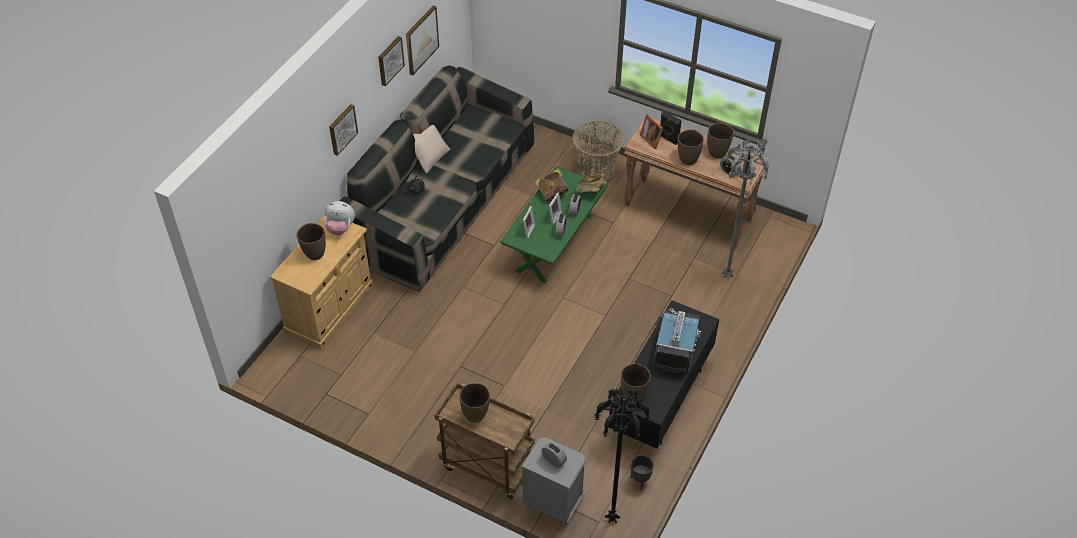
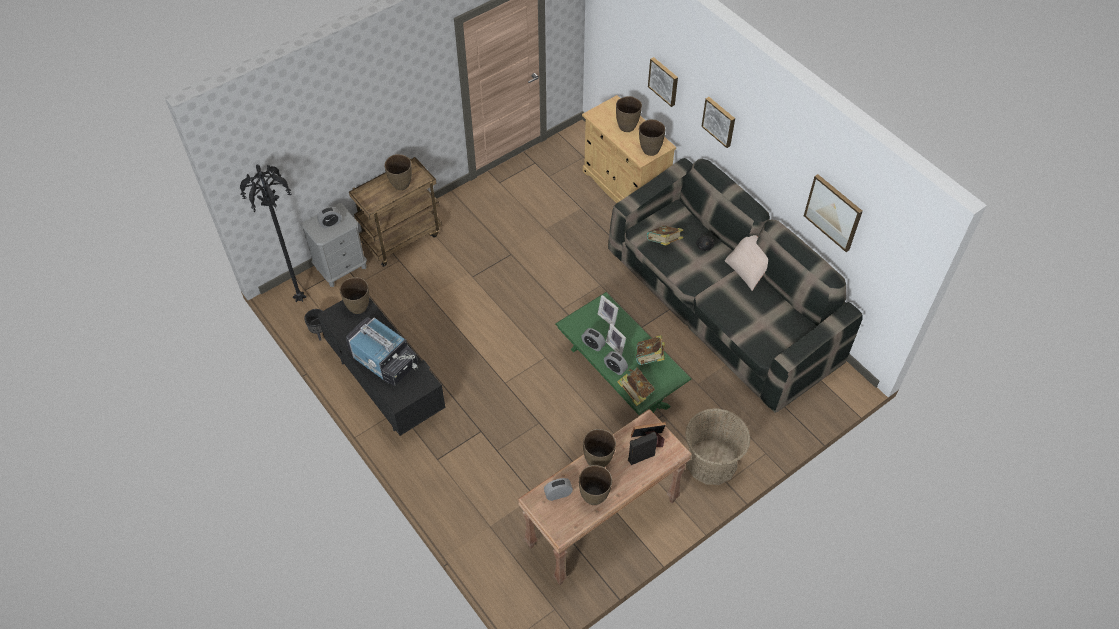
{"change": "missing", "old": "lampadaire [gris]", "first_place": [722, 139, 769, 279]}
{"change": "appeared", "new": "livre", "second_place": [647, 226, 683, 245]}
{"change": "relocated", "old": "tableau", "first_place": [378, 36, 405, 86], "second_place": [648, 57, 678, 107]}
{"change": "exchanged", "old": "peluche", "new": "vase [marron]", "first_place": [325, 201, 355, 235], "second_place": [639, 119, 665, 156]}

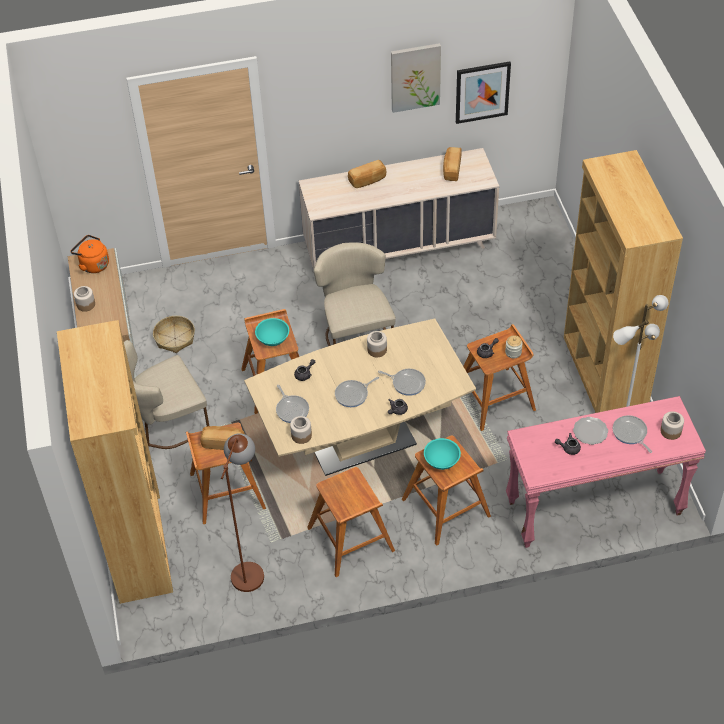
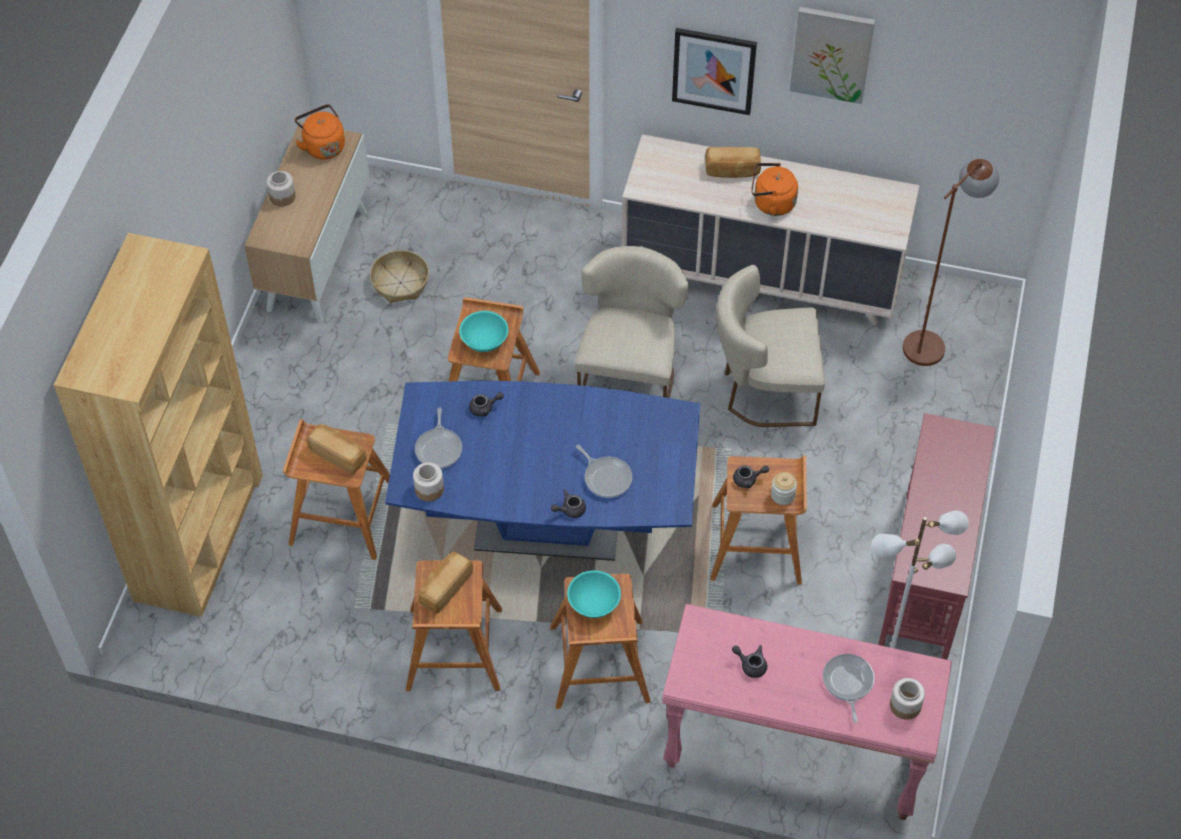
{"change": "missing", "old": "poêle", "first_place": [335, 377, 379, 407]}
{"change": "missing", "old": "bocal", "first_place": [367, 331, 387, 357]}
{"change": "missing", "old": "assiette", "first_place": [573, 417, 608, 445]}
{"change": "appeared", "new": "bouilloire [orange]", "second_place": [751, 163, 798, 216]}
{"change": "relocated", "old": "chaise [beige]", "first_place": [124, 340, 209, 449], "second_place": [716, 265, 825, 427]}
{"change": "relocated", "old": "lampadaire [marron]", "first_place": [221, 433, 264, 592], "second_place": [903, 158, 999, 366]}
{"change": "relocated", "old": "pain", "first_place": [443, 147, 462, 181], "second_place": [419, 552, 473, 614]}
{"change": "relocated", "old": "tableau", "first_place": [456, 61, 511, 124], "second_place": [672, 28, 757, 115]}
{"change": "exchanged", "old": "bibliothèque [marron]", "new": "table console [rouge]", "first_place": [564, 150, 683, 413], "second_place": [878, 413, 996, 660]}
{"change": "colour", "old": "table à manger [beige]", "new": "table à manger [bleu]", "first_place": [244, 319, 476, 476], "second_place": [385, 381, 700, 561]}

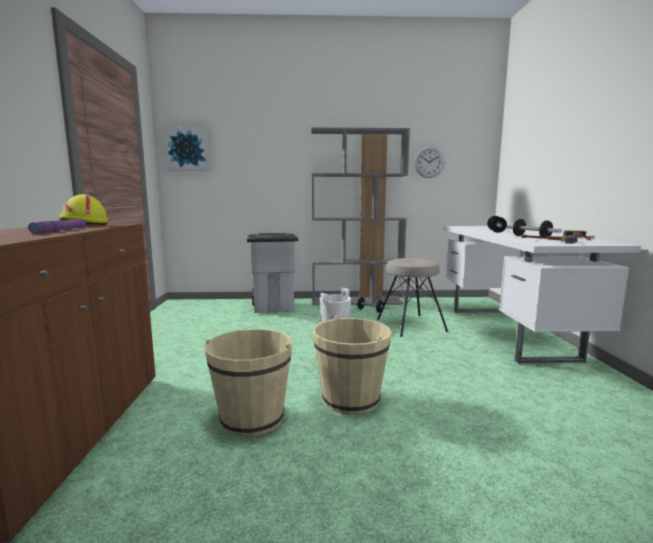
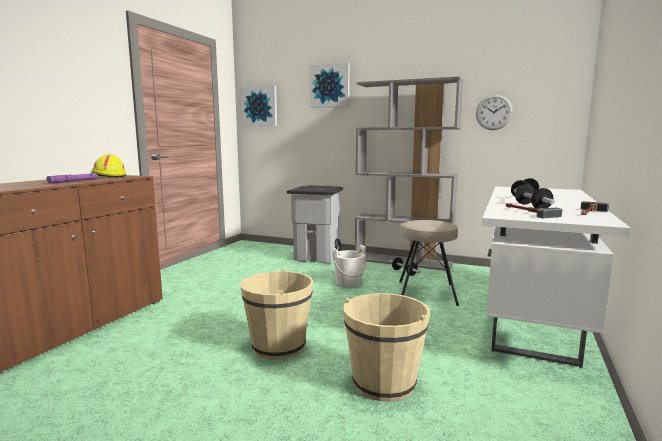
{"change": "appeared", "new": "tableau", "second_place": [310, 62, 350, 108]}
{"change": "relocated", "old": "seau [beige]", "first_place": [204, 329, 293, 437], "second_place": [343, 293, 430, 402]}

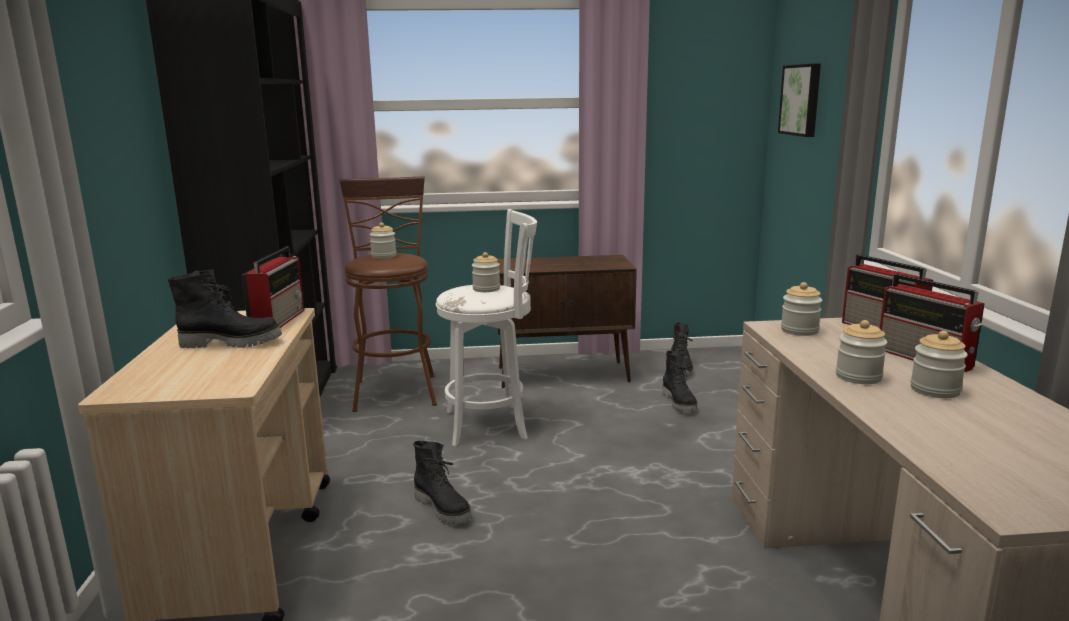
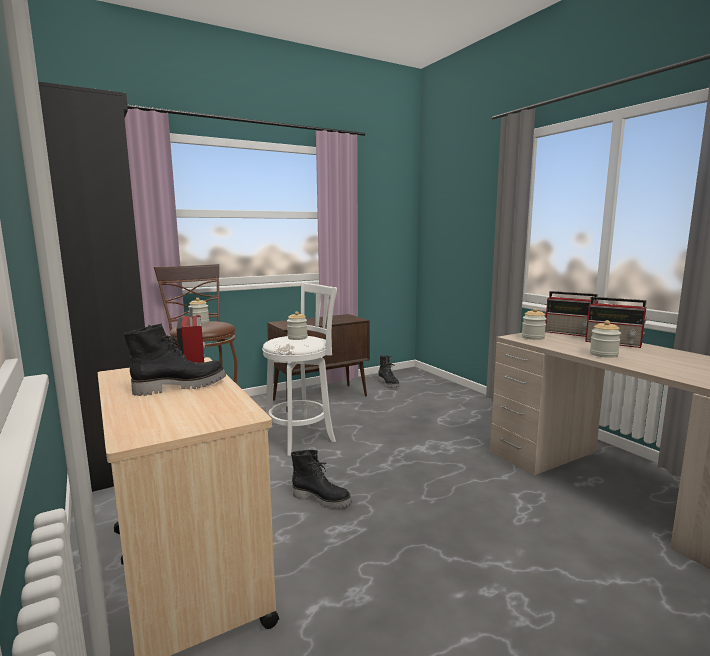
{"change": "missing", "old": "botte [noir]", "first_place": [662, 351, 697, 412]}
{"change": "missing", "old": "tableau", "first_place": [778, 63, 821, 137]}
{"change": "missing", "old": "bocal", "first_place": [910, 331, 968, 398]}

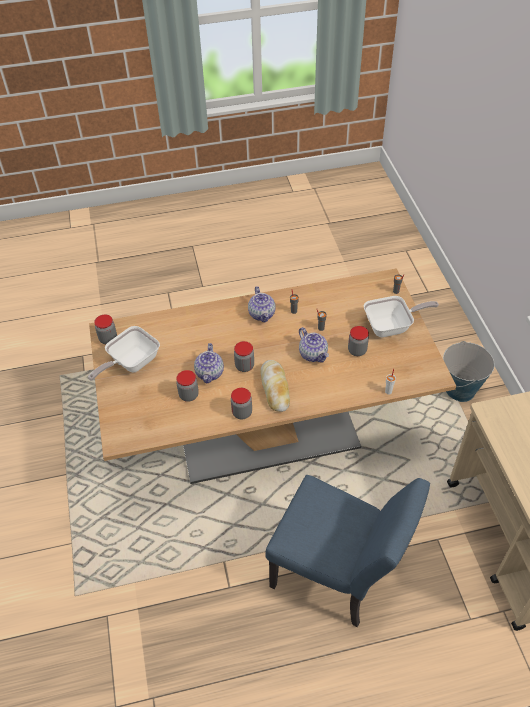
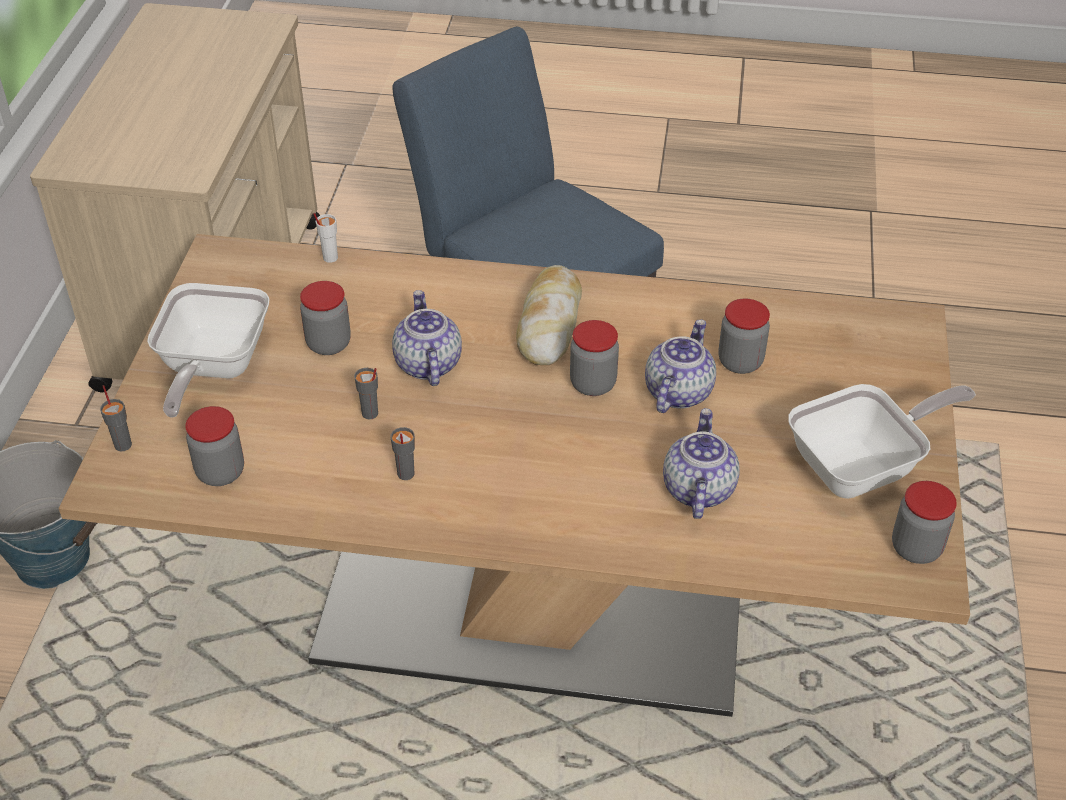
{"change": "relocated", "old": "bocal", "first_place": [231, 388, 252, 419], "second_place": [185, 406, 244, 486]}
{"change": "relocated", "old": "théière", "first_place": [248, 286, 276, 323], "second_place": [663, 408, 740, 519]}
{"change": "spun", "old": "poêle", "first_place": [364, 296, 439, 337], "second_place": [147, 283, 270, 418], "degrees": -90}

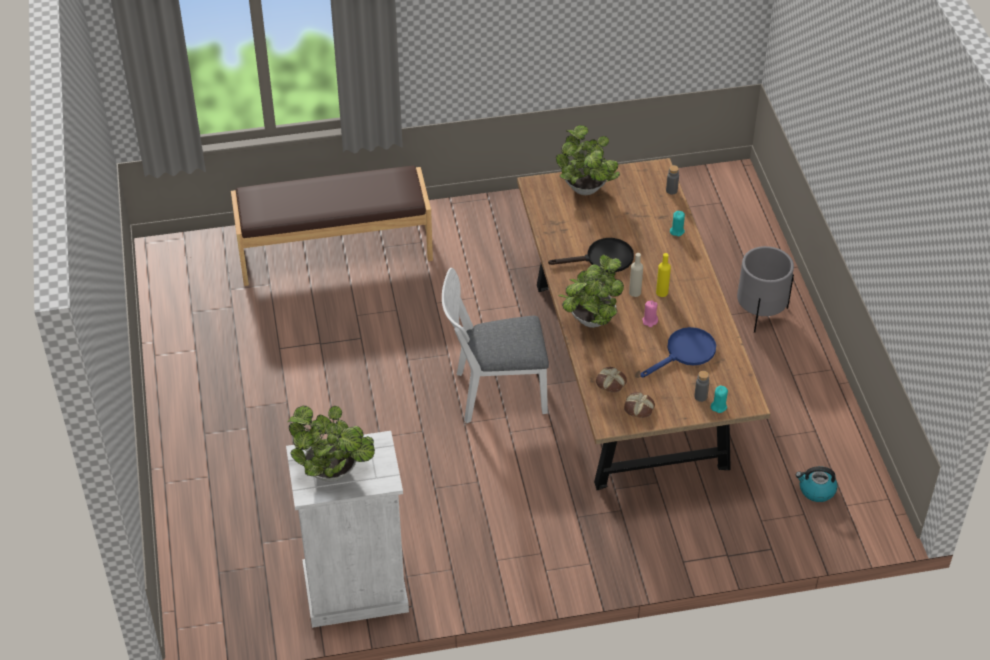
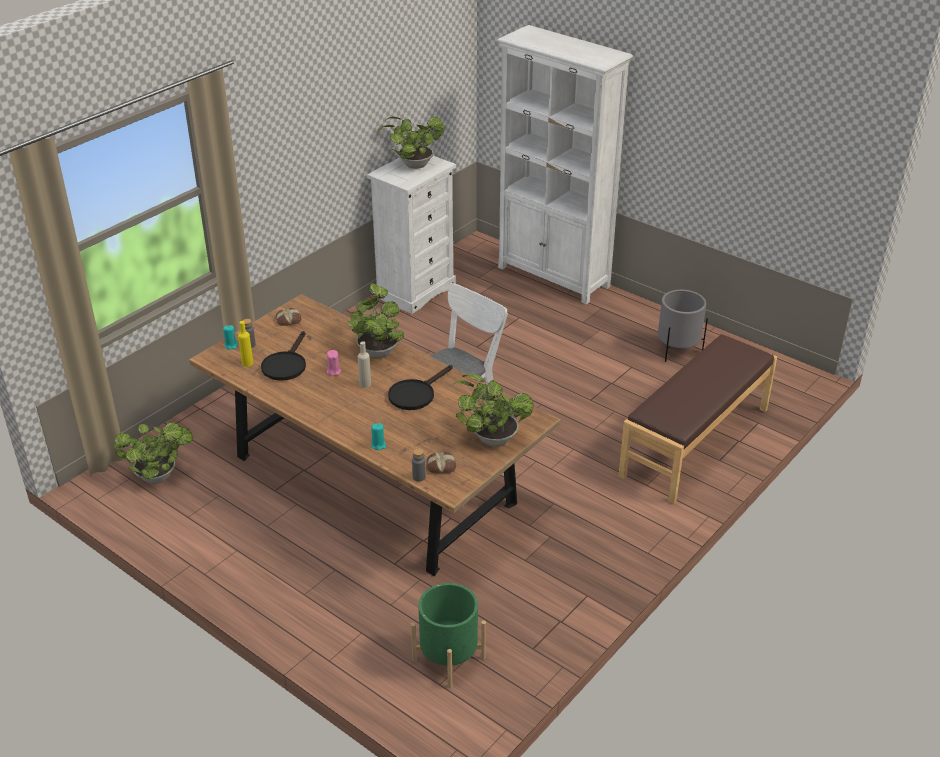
{"change": "appeared", "new": "cache-pot [vert]", "second_place": [411, 583, 486, 688]}
{"change": "appeared", "new": "bibliothèque [blanc]", "second_place": [498, 25, 633, 304]}
{"change": "relocated", "old": "pain", "first_place": [596, 367, 627, 393], "second_place": [427, 452, 456, 474]}
{"change": "relocated", "old": "bouteille [jaune]", "first_place": [656, 253, 671, 297], "second_place": [238, 321, 253, 367]}
{"change": "relocated", "old": "cache-pot [gris]", "first_place": [737, 246, 794, 333], "second_place": [658, 290, 708, 362]}
{"change": "exchanged", "old": "bouilloire", "new": "plante en pot", "first_place": [796, 466, 837, 502], "second_place": [113, 422, 193, 484]}
{"change": "colour", "old": "poêle [bleu]", "new": "poêle [noir]", "first_place": [640, 327, 716, 377], "second_place": [261, 331, 306, 381]}

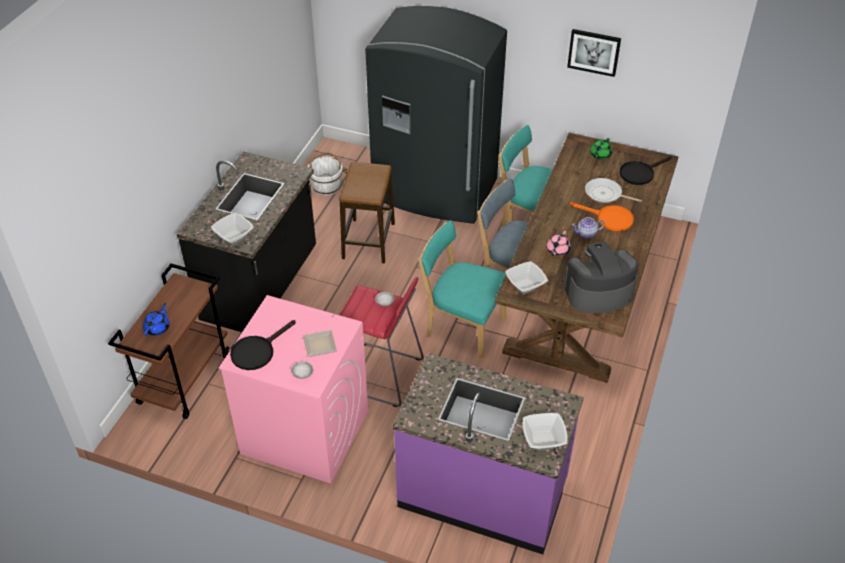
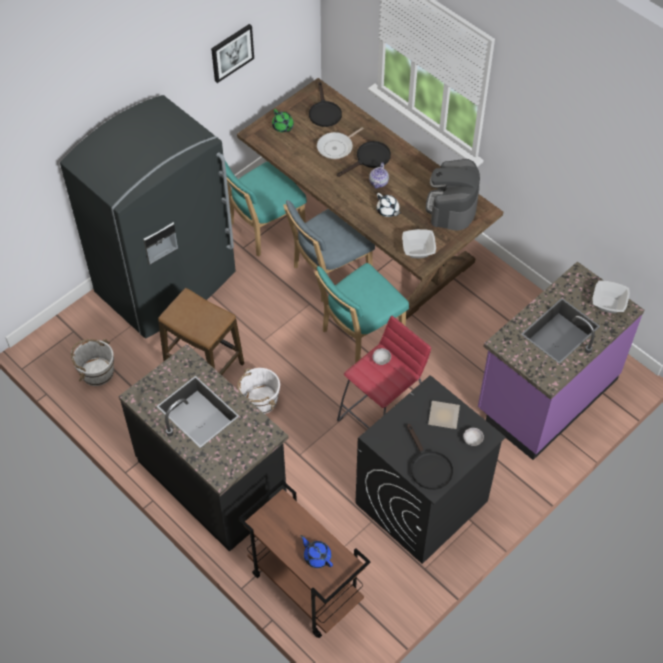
{"change": "missing", "old": "bol", "first_place": [211, 213, 254, 245]}
{"change": "appeared", "new": "seau [blanc]", "second_place": [237, 368, 280, 414]}
{"change": "colour", "old": "lave-linge [rose]", "new": "lave-linge [noir]", "first_place": [219, 295, 368, 484], "second_place": [355, 375, 506, 564]}
{"change": "colour", "old": "théière [rose]", "new": "théière [blanc]", "first_place": [546, 231, 571, 256], "second_place": [377, 193, 401, 217]}
{"change": "colour", "old": "poêle [orange]", "new": "poêle [noir]", "first_place": [570, 202, 634, 231], "second_place": [337, 141, 391, 177]}

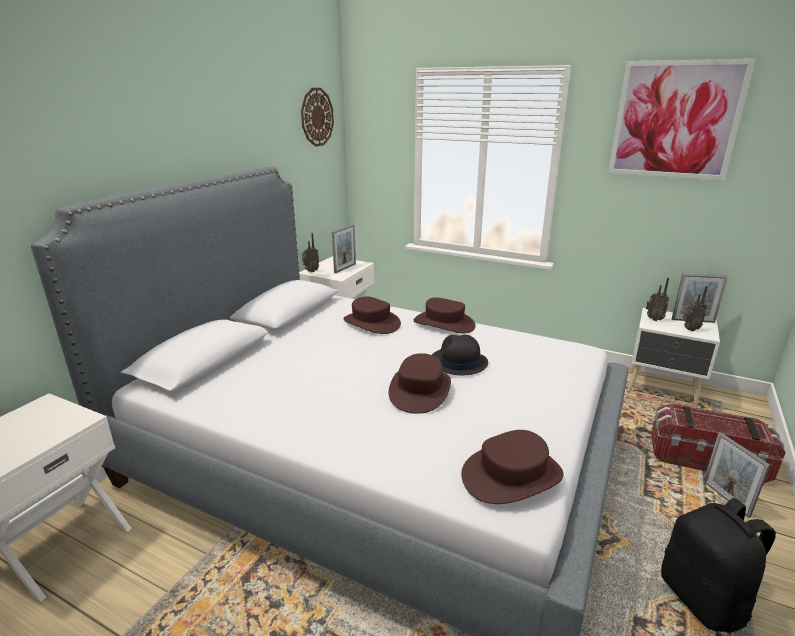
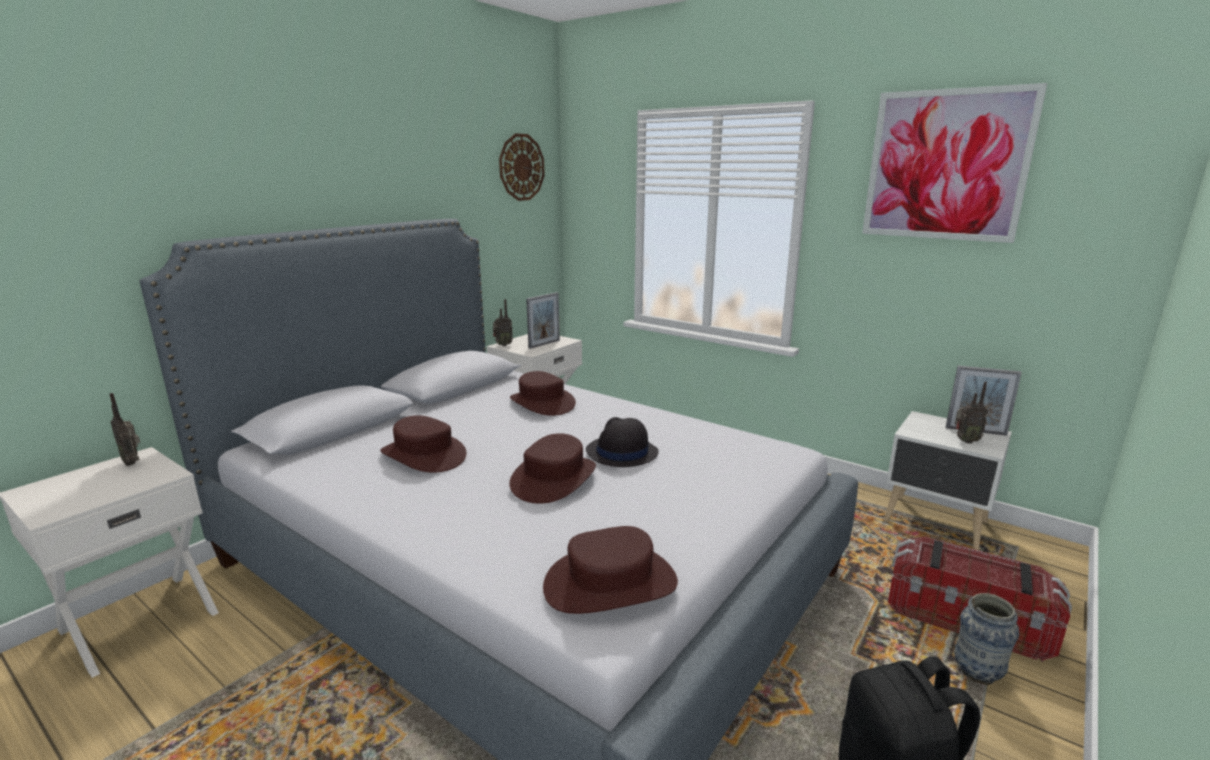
{"change": "relocated", "old": "chapeau [marron]", "first_place": [414, 297, 476, 333], "second_place": [381, 415, 467, 473]}
{"change": "relocated", "old": "radio", "first_place": [646, 278, 669, 321], "second_place": [110, 393, 140, 466]}
{"change": "exchanged", "old": "cadre photo", "new": "vase", "first_place": [703, 432, 770, 518], "second_place": [954, 593, 1019, 685]}

